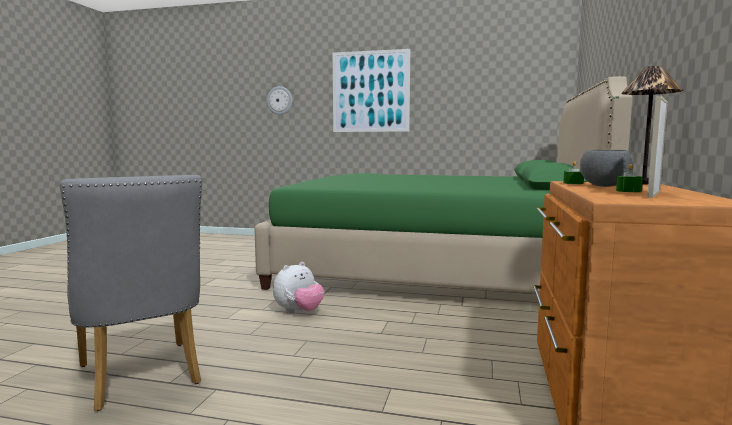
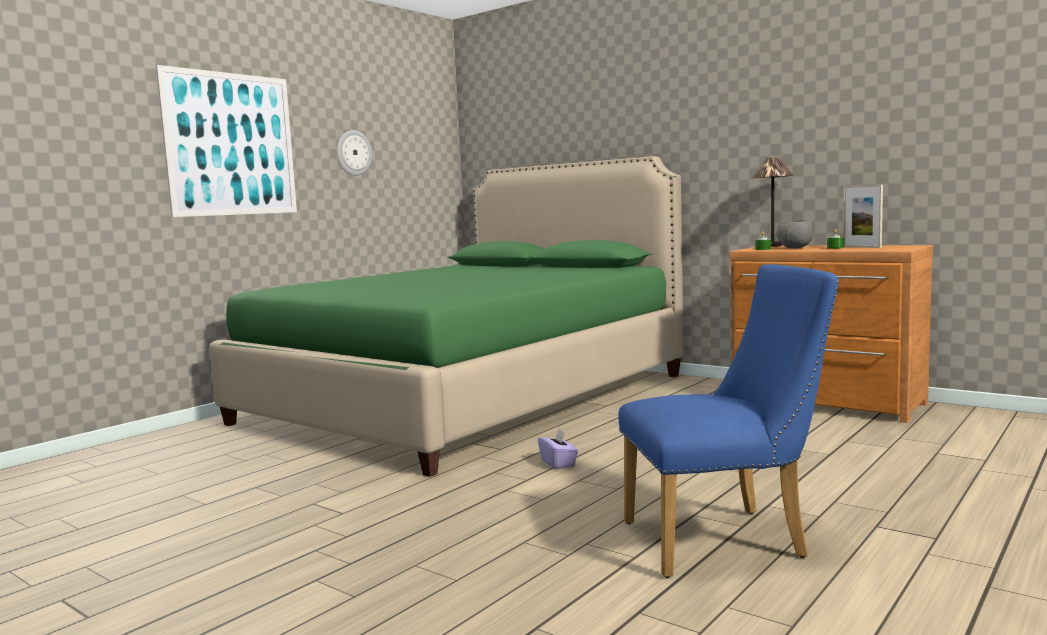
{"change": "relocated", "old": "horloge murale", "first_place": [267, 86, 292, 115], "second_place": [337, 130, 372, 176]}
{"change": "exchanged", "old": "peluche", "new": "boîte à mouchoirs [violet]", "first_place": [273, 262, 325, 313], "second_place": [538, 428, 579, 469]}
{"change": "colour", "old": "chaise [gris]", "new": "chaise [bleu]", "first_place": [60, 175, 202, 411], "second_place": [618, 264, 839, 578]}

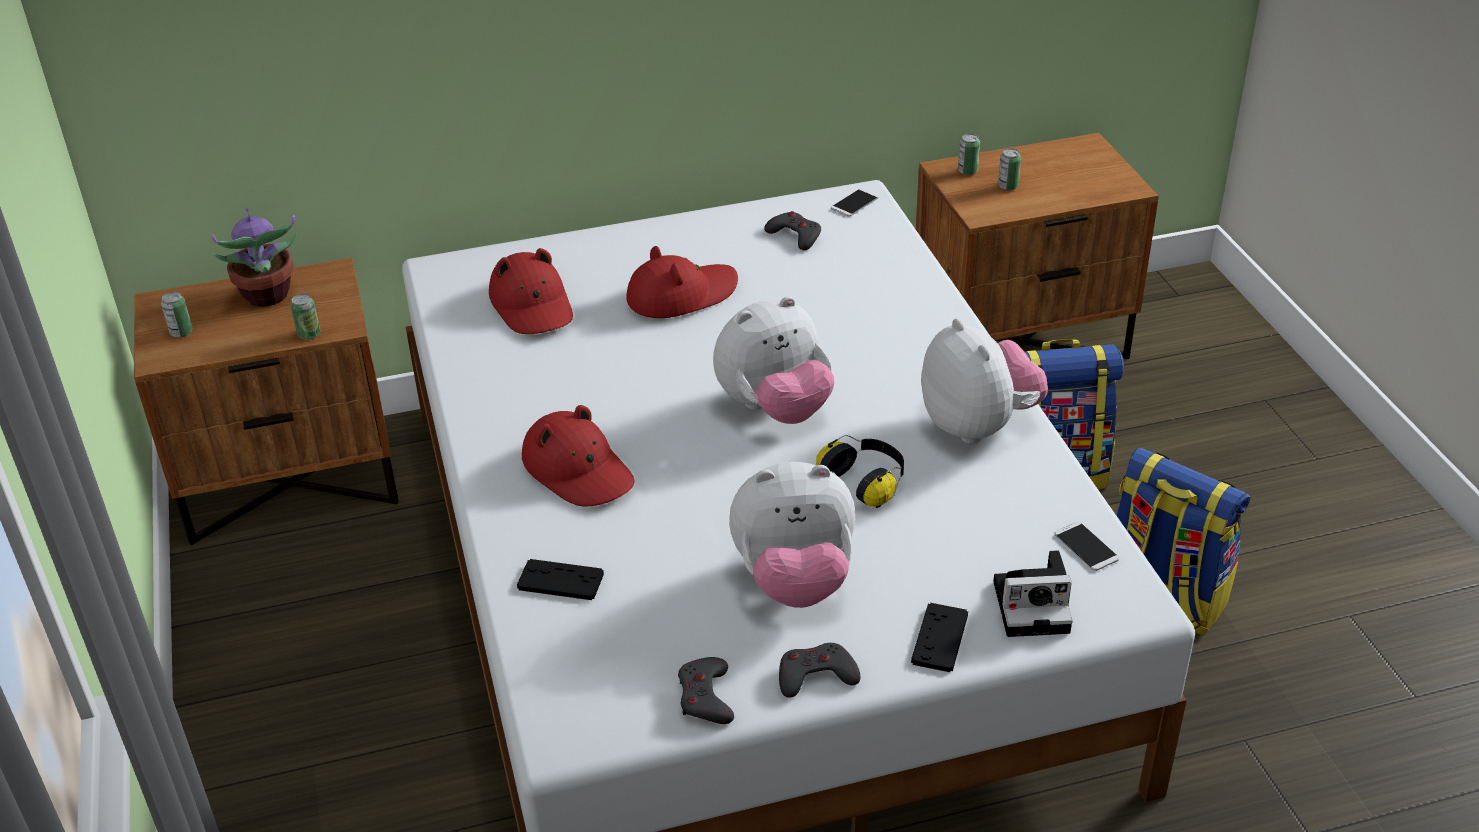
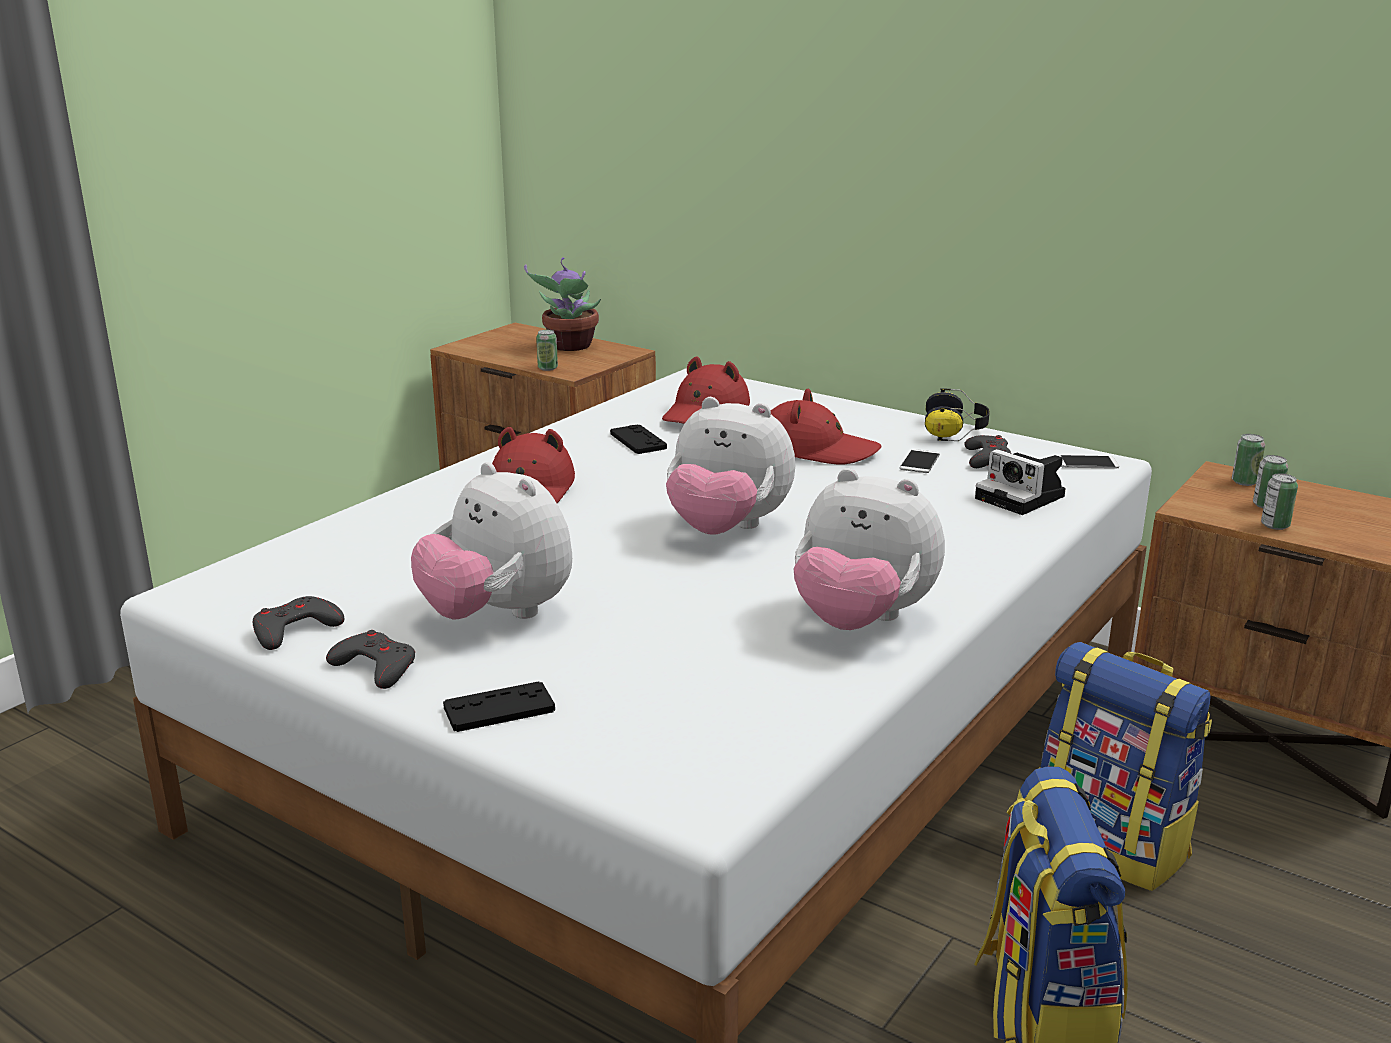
{"change": "relocated", "old": "boîte métallique", "first_place": [161, 292, 193, 338], "second_place": [1261, 473, 1298, 530]}
{"change": "relocated", "old": "manette [noir]", "first_place": [517, 559, 604, 600], "second_place": [610, 425, 667, 454]}
{"change": "relocated", "old": "casque audio", "first_place": [816, 435, 904, 508], "second_place": [925, 388, 990, 441]}
{"change": "relocated", "old": "appareil photo", "first_place": [993, 550, 1073, 637], "second_place": [975, 449, 1066, 515]}
{"change": "relocated", "old": "téléphone", "first_place": [1055, 522, 1119, 571], "second_place": [900, 449, 940, 473]}
{"change": "spun", "old": "peluche", "first_place": [921, 318, 1048, 444], "second_place": [794, 468, 945, 630], "degrees": 90}

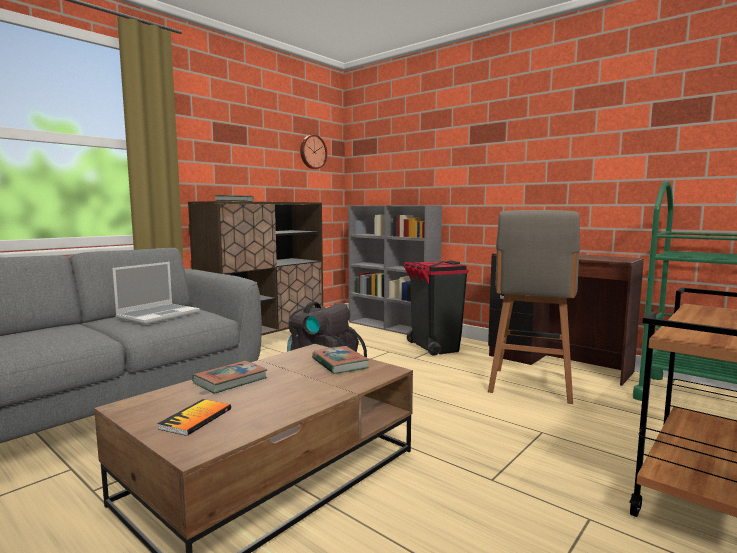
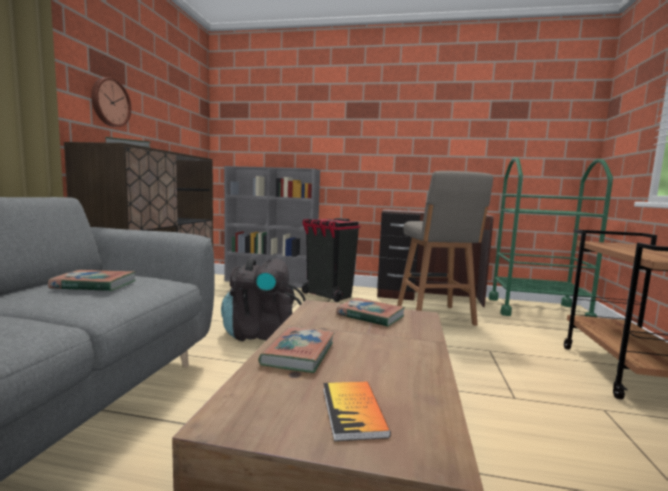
{"change": "relocated", "old": "horloge murale", "first_place": [300, 135, 327, 169], "second_place": [91, 78, 131, 127]}
{"change": "exchanged", "old": "ordinateur portable", "new": "livre", "first_place": [112, 262, 200, 324], "second_place": [48, 270, 136, 291]}

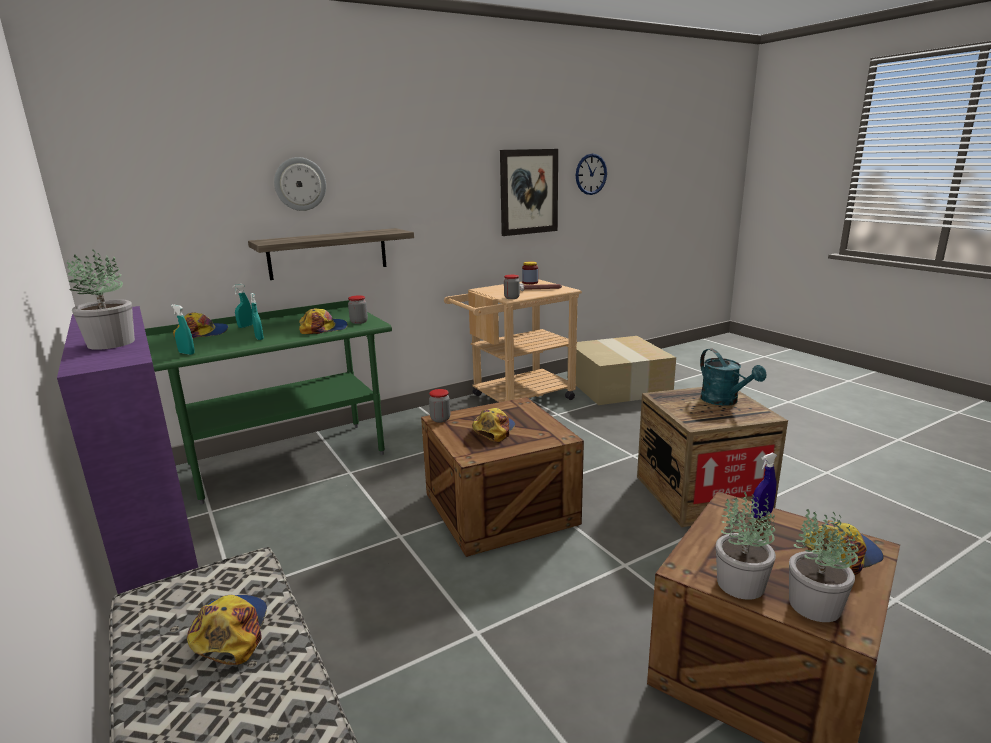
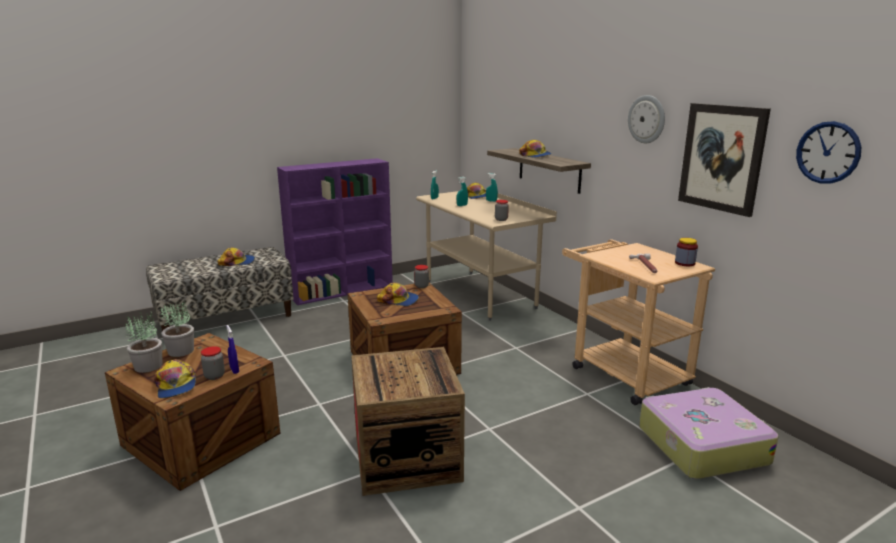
{"change": "missing", "old": "plante en pot", "first_place": [67, 249, 135, 350]}
{"change": "missing", "old": "arrosoir [turquoise]", "first_place": [700, 348, 766, 406]}
{"change": "relocated", "old": "horloge murale", "first_place": [274, 157, 326, 211], "second_place": [628, 95, 665, 143]}
{"change": "relocated", "old": "casquette", "first_place": [299, 308, 348, 334], "second_place": [519, 140, 551, 158]}
{"change": "relocated", "old": "bocal", "first_place": [504, 275, 520, 299], "second_place": [201, 346, 225, 380]}
{"change": "exchanged", "old": "carton", "new": "valise", "first_place": [567, 336, 676, 405], "second_place": [639, 387, 779, 479]}
{"change": "colour", "old": "bureau [vert]", "new": "bureau [beige]", "first_place": [145, 300, 392, 504], "second_place": [416, 189, 557, 321]}

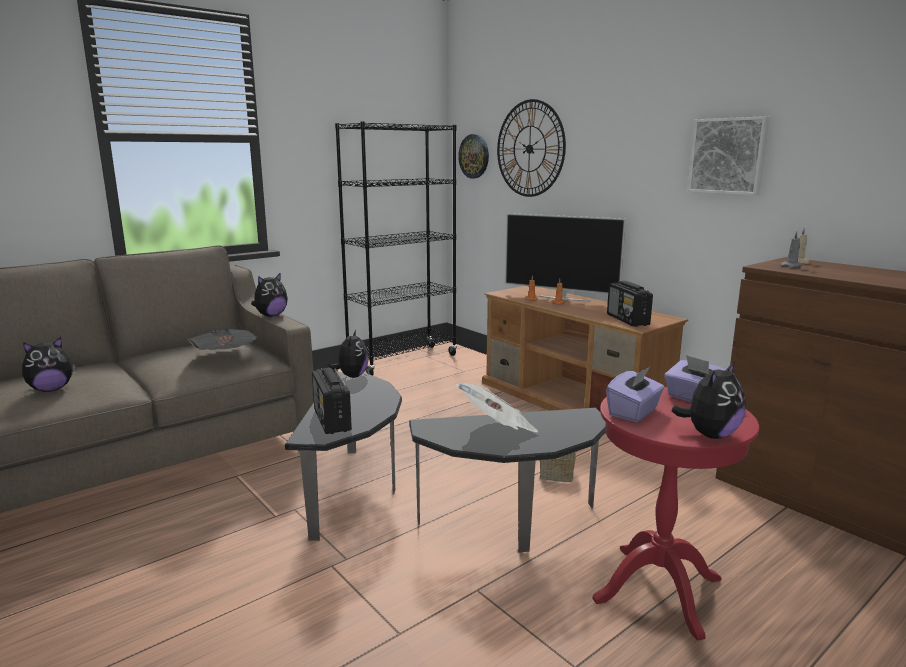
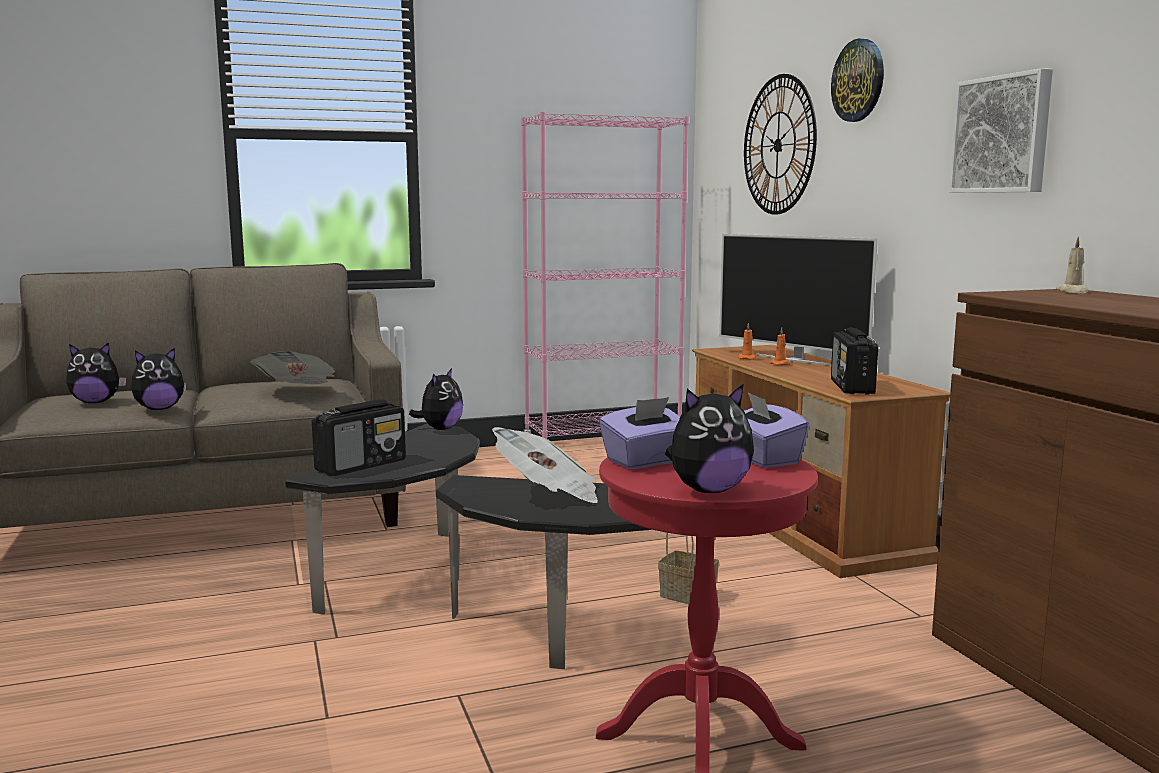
{"change": "missing", "old": "bougie [gris]", "first_place": [781, 231, 803, 267]}
{"change": "relocated", "old": "peluche", "first_place": [251, 272, 288, 317], "second_place": [131, 348, 187, 410]}
{"change": "relocated", "old": "horloge murale", "first_place": [458, 134, 489, 178], "second_place": [831, 38, 884, 122]}
{"change": "colour", "old": "bibliothèque [noir]", "new": "bibliothèque [rose]", "first_place": [335, 121, 457, 376], "second_place": [521, 112, 689, 439]}
{"change": "spun", "old": "radio", "first_place": [312, 368, 352, 434], "second_place": [312, 399, 406, 476], "degrees": -135}

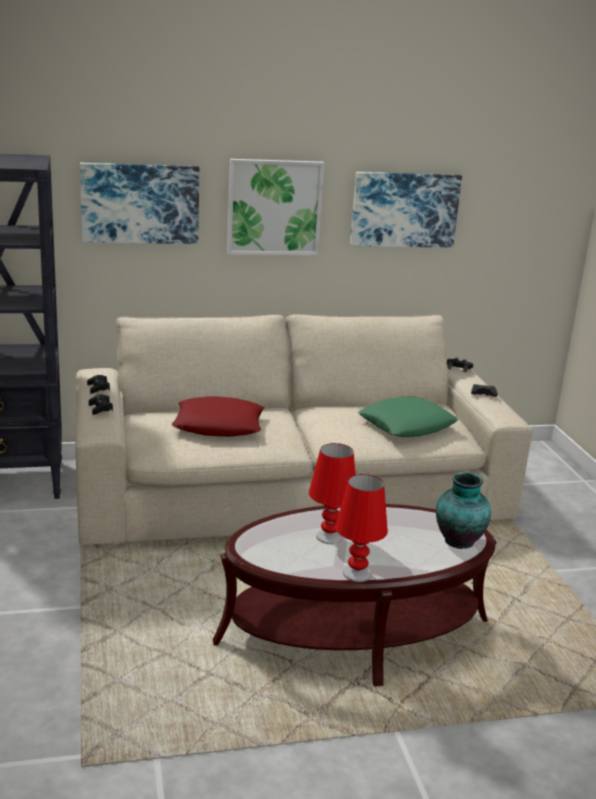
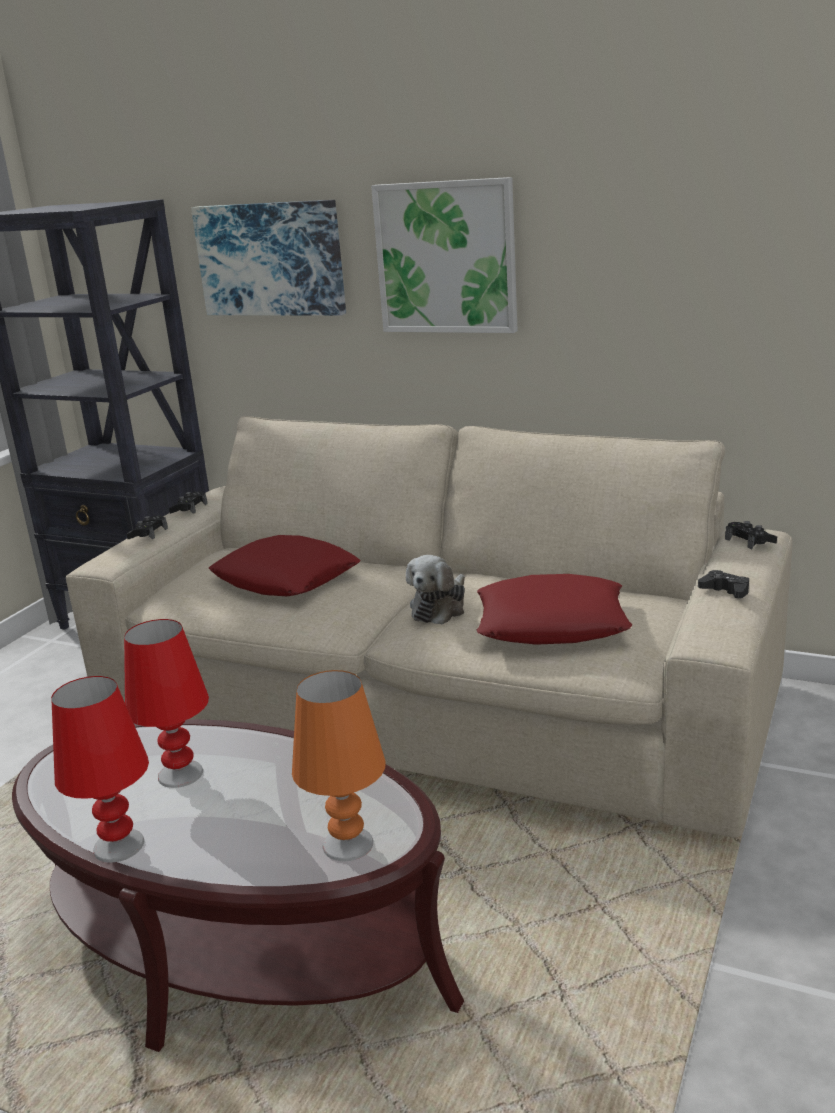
{"change": "missing", "old": "tableau", "first_place": [350, 172, 462, 247]}
{"change": "appeared", "new": "peluche", "second_place": [406, 555, 465, 624]}
{"change": "exchanged", "old": "vase", "new": "lampe de table [orange]", "first_place": [436, 472, 491, 549], "second_place": [292, 670, 385, 861]}
{"change": "colour", "old": "coussin [vert]", "new": "coussin [rouge]", "first_place": [358, 397, 458, 437], "second_place": [477, 574, 632, 645]}

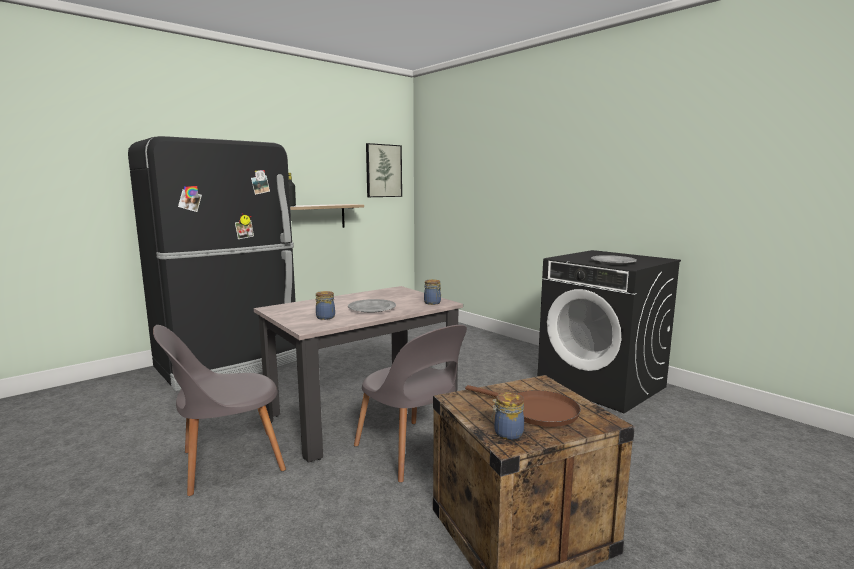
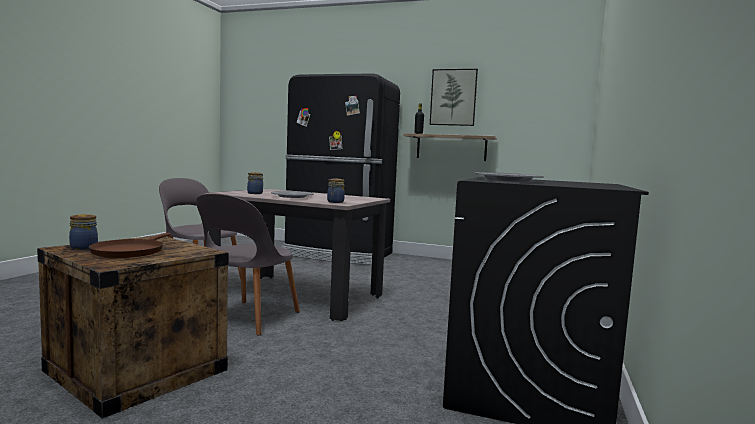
{"change": "relocated", "old": "tableau", "first_place": [366, 143, 402, 197], "second_place": [430, 69, 478, 126]}

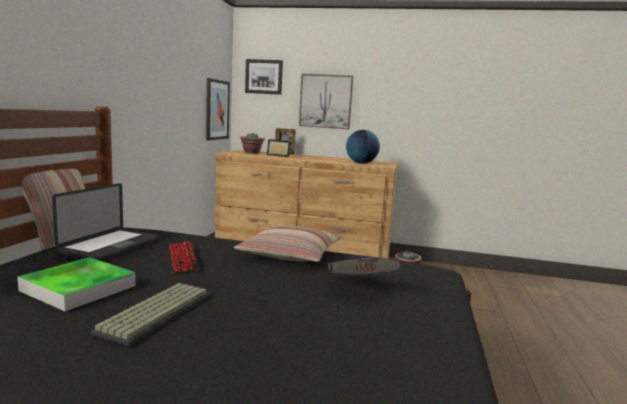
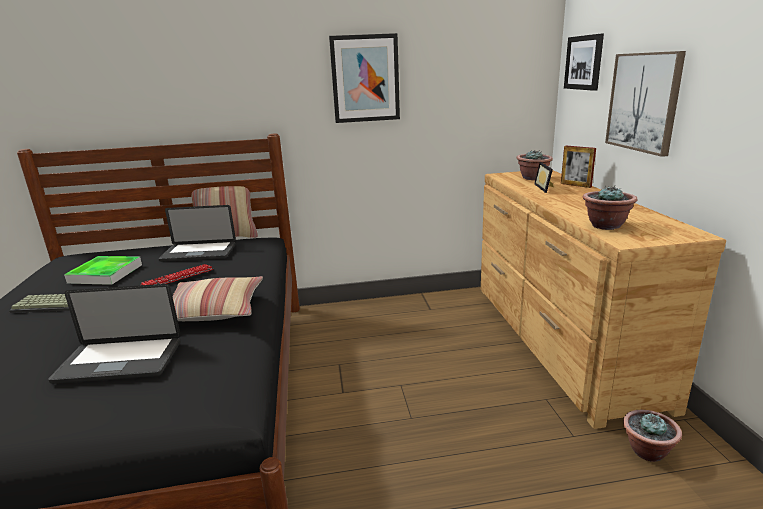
{"change": "relocated", "old": "tableau", "first_place": [206, 78, 230, 140], "second_place": [329, 33, 400, 123]}
{"change": "exchanged", "old": "journal", "new": "ordinateur portable", "first_place": [328, 258, 401, 274], "second_place": [48, 284, 181, 384]}
{"change": "exchanged", "old": "globe", "new": "plante en pot", "first_place": [346, 130, 380, 164], "second_place": [583, 186, 637, 230]}

